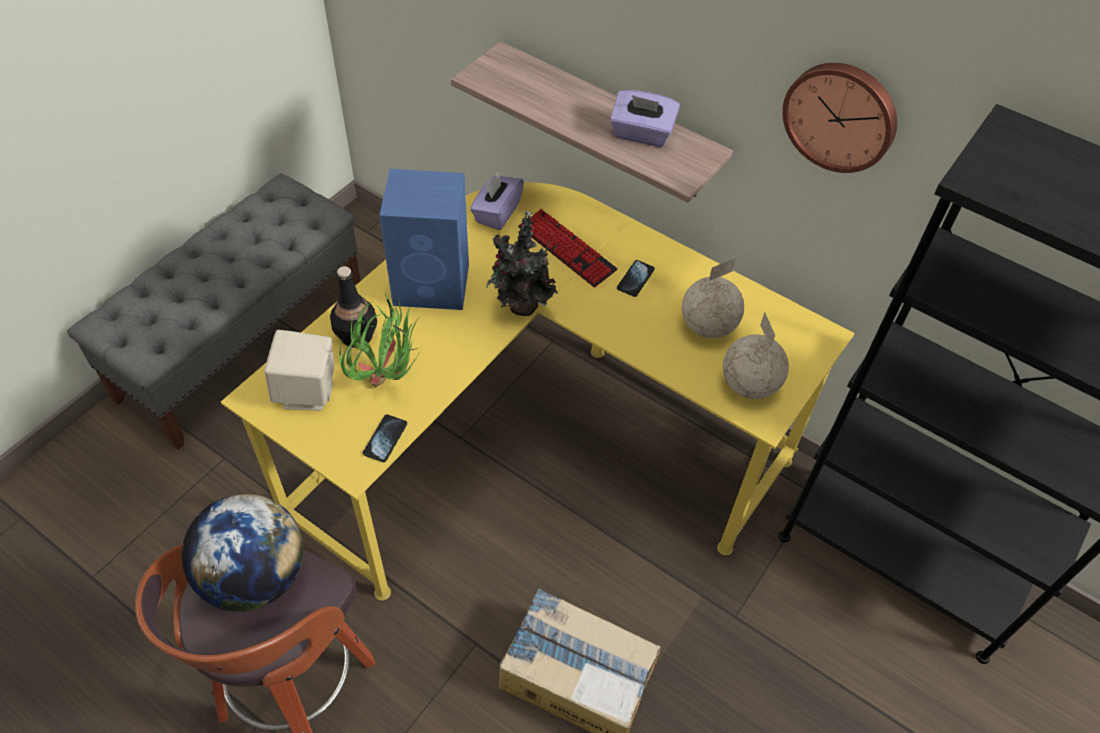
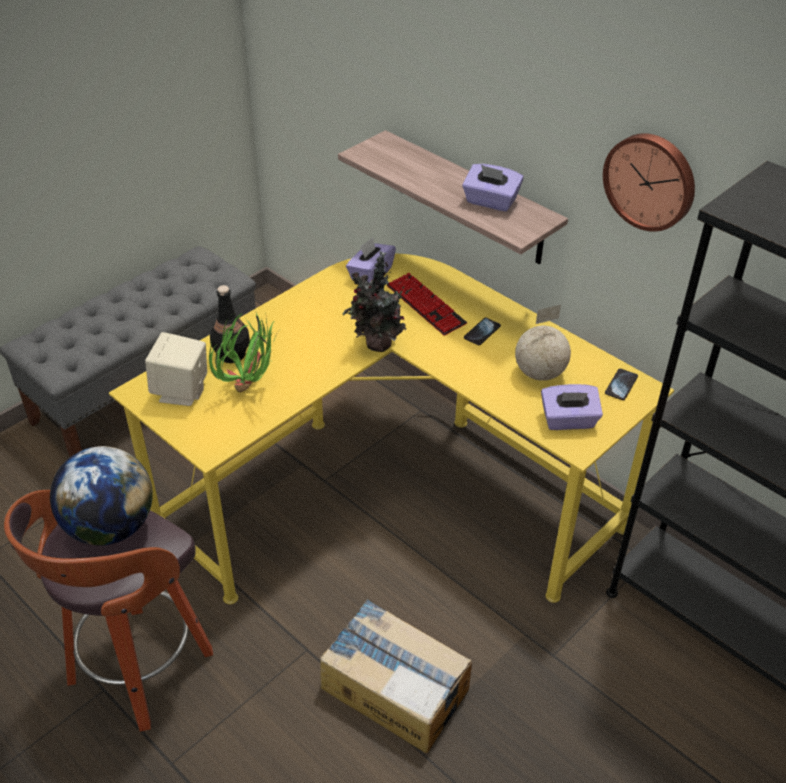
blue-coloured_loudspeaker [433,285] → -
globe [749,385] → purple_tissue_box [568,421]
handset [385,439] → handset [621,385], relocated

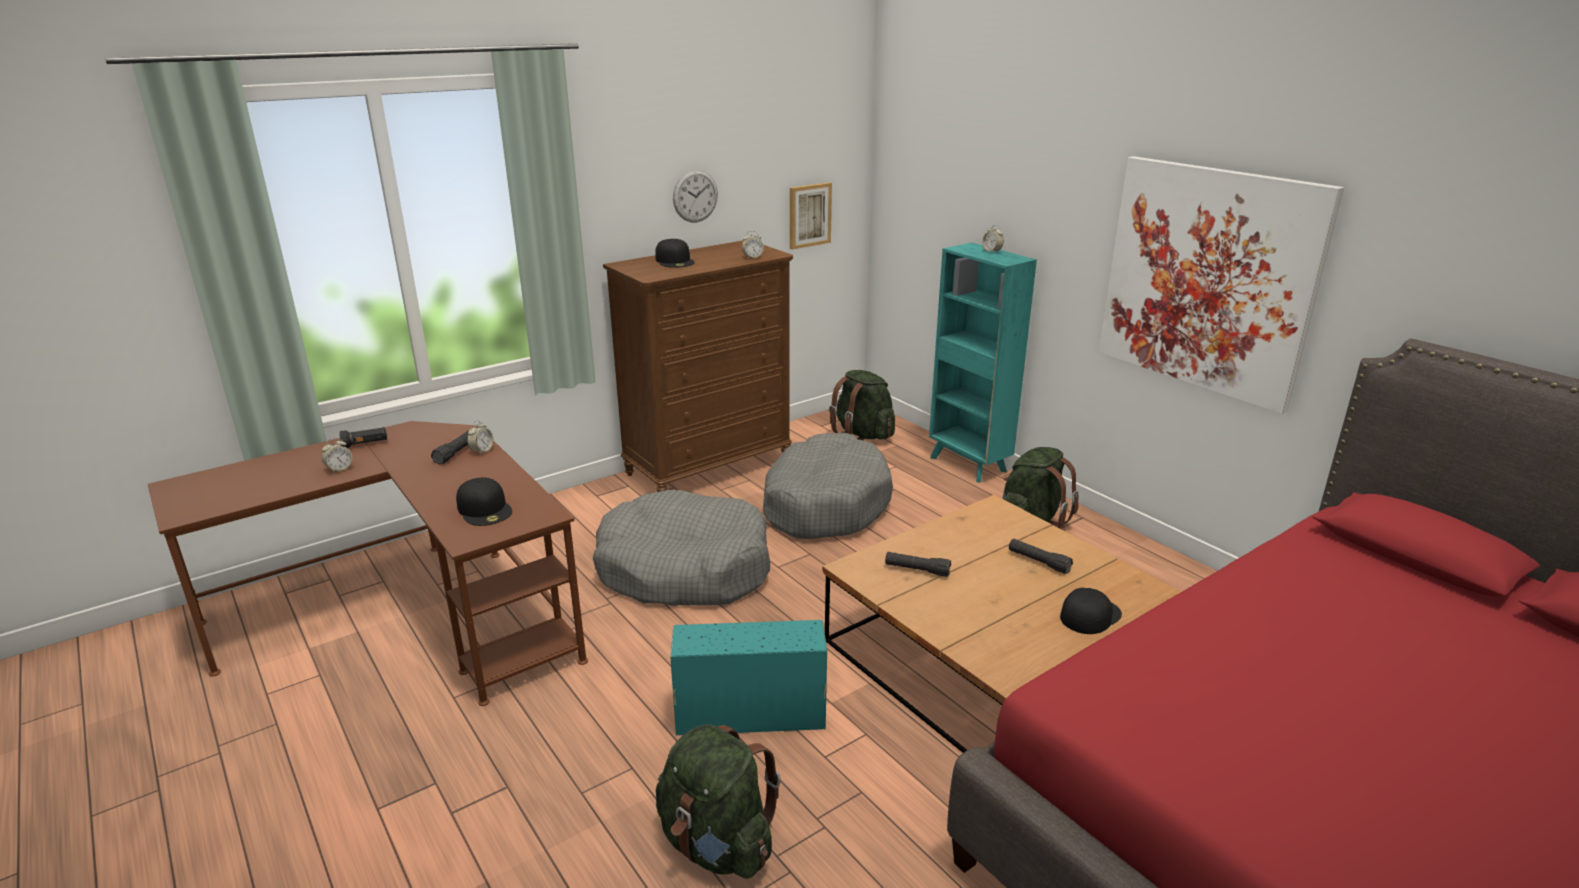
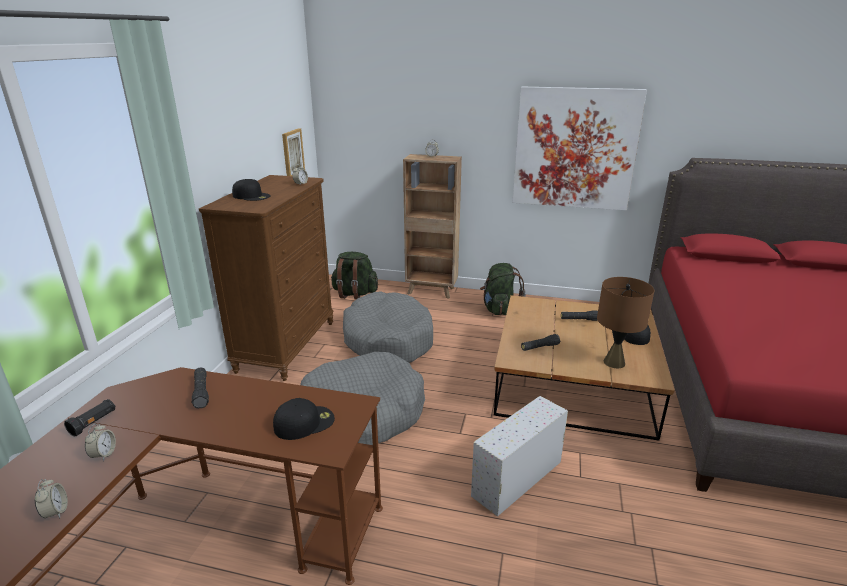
clock_on_the_wall [695,196] → -
blue-green_bookcase [969,465] → brown-coloured_bookcase [432,291]
table_clock [482,451] → table_clock [56,512], relocated
black-coloured_cap [485,509] → black-coloured_cap [304,422], 45 degrees counterclockwise
blue-green_storage_bin [748,715] → white-coloured_storage_bin [516,479]
green-coloured_knapsack [717,845] → -
- → brown-coloured_tabletop_lamp [614,362]

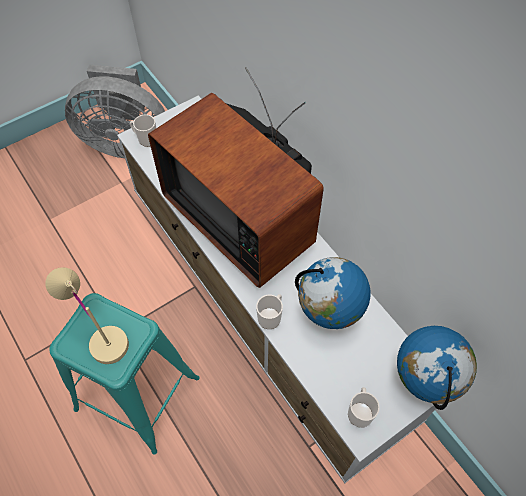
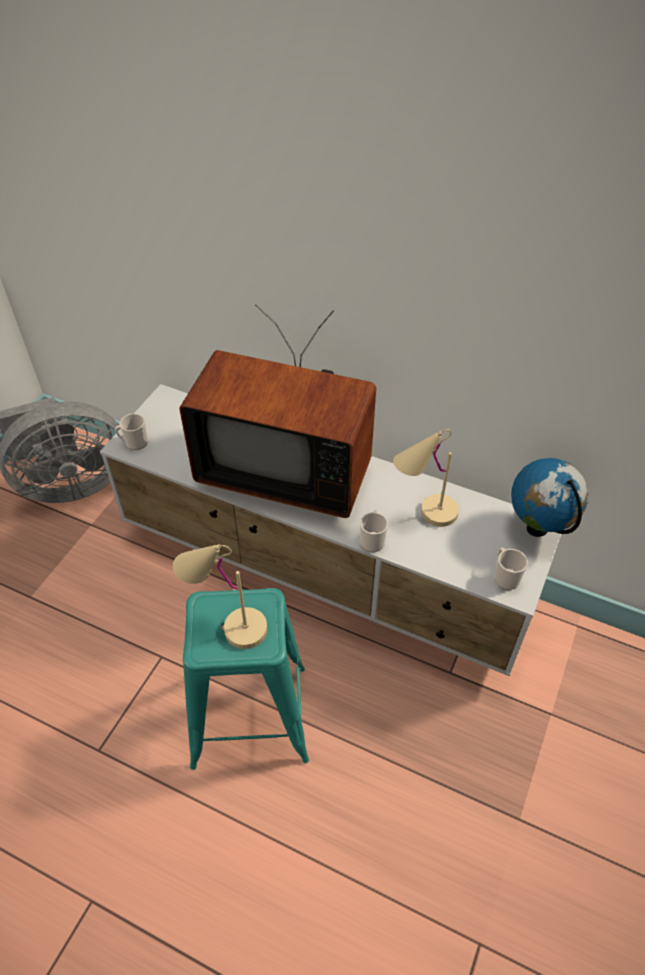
globe [328,315] → beige_tabletop_lamp [422,514]

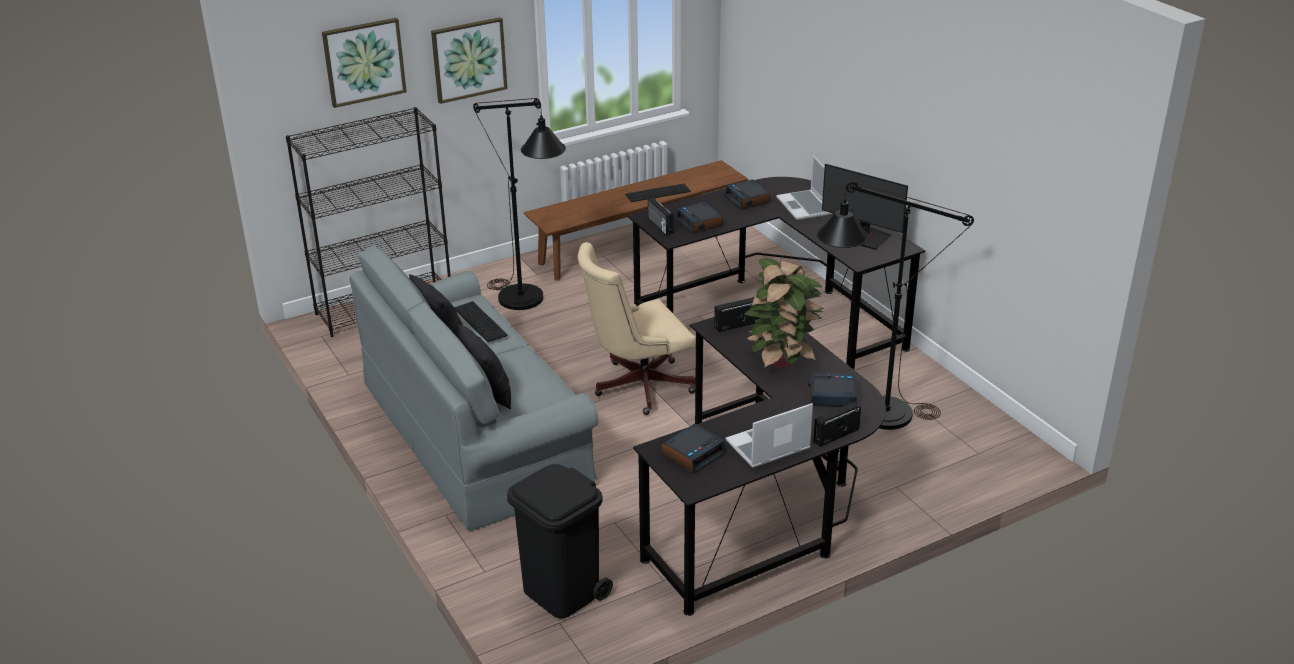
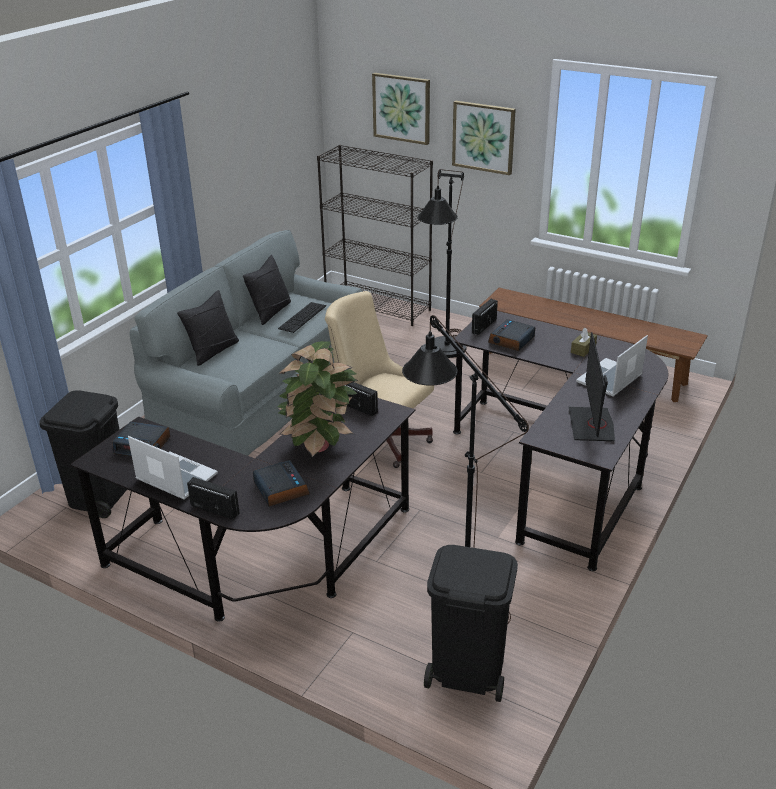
table_clock [747,199] → brown-coloured_tissue_box [583,349]
keyboard [658,193] → -
- → black-coloured_waste_bin [467,670]

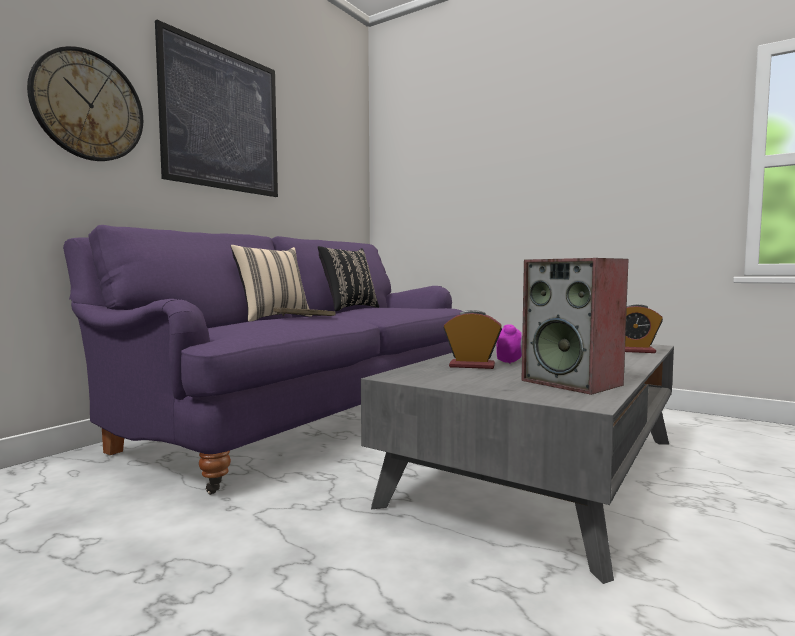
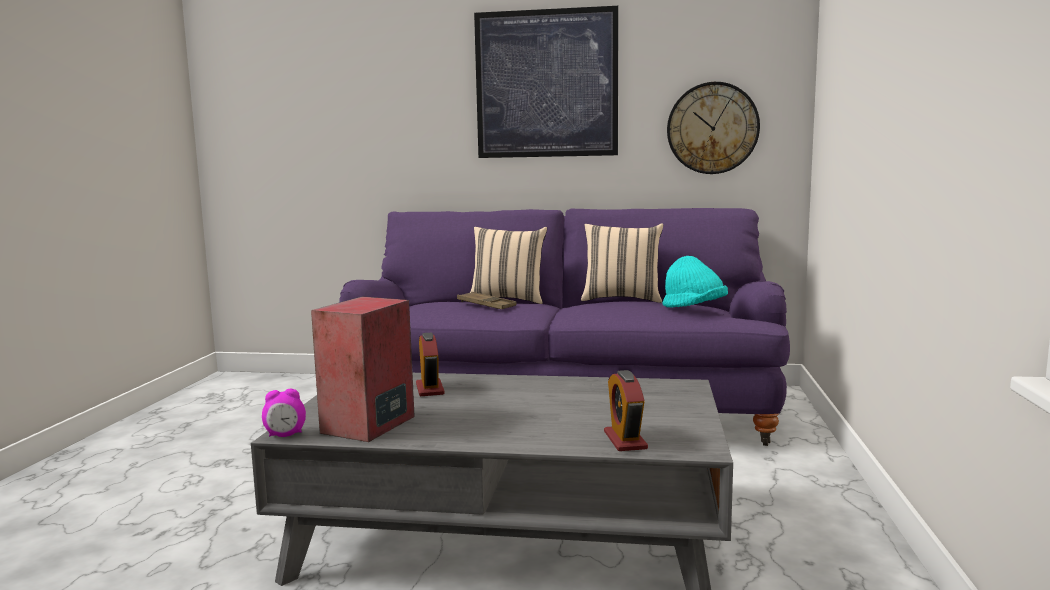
clock_on_the_wall [88,106] → clock_on_the_wall [712,128], relocated
black-coloured_pillow [349,308] → beige_pillow [622,299]
table_clock [509,362] → table_clock [285,435], relocated
- → blue-green_hat [694,309]

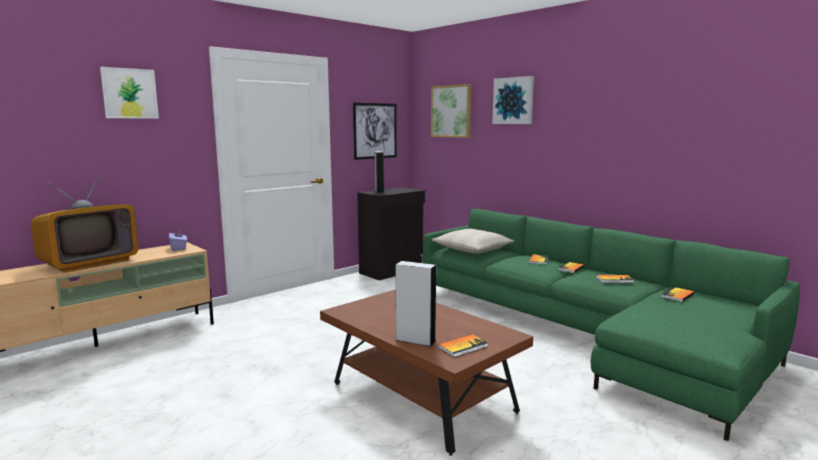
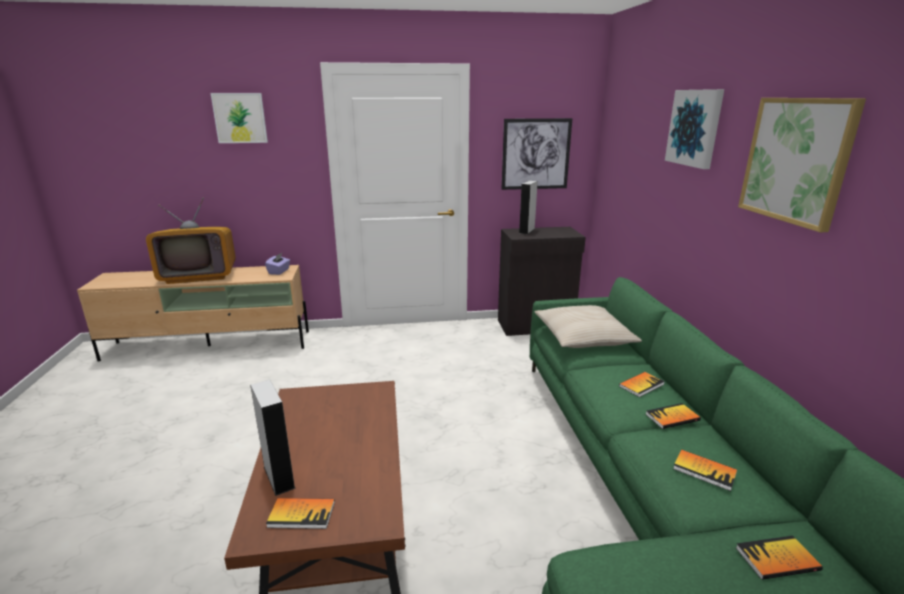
wall_picture [451,111] → wall_picture [796,160], relocated

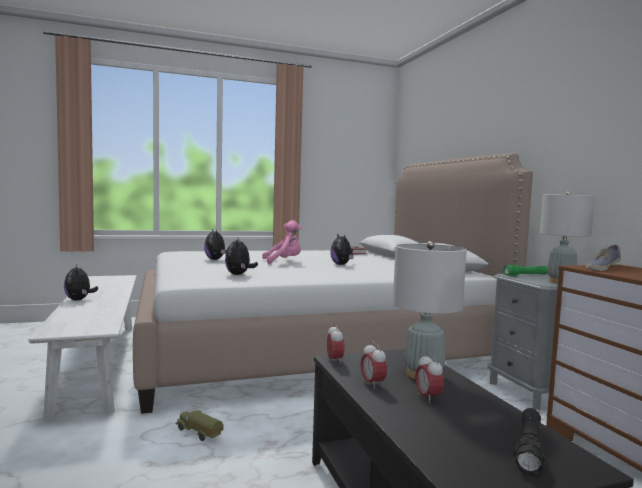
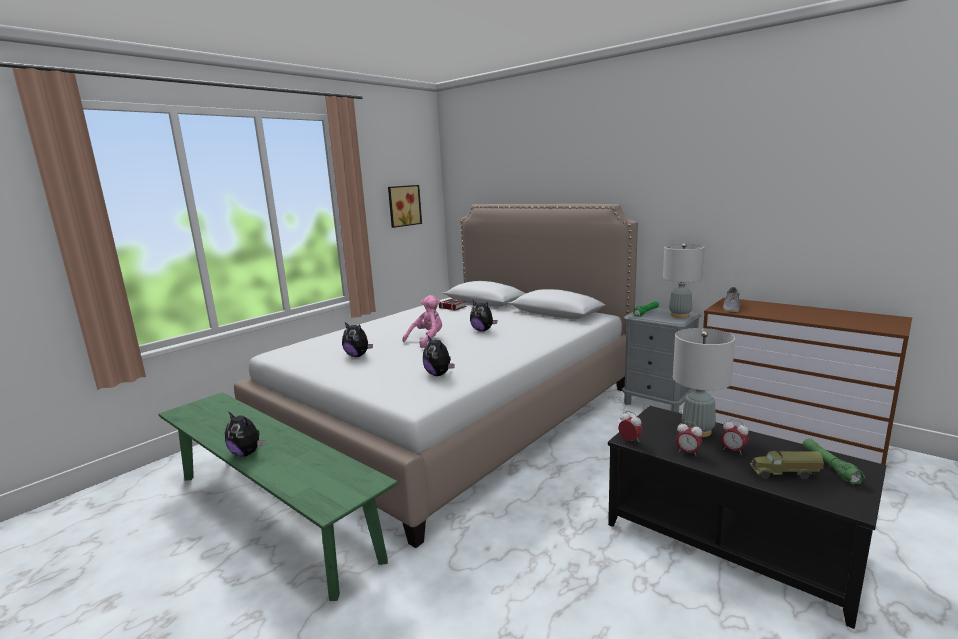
white-coloured_bench [99,363] → green-coloured_bench [273,514]
black-coloured_hand_torch [529,448] → green-coloured_hand_torch [829,466]
toy_truck [198,434] → toy_truck [785,474], relocated
- → wall_picture [403,205]

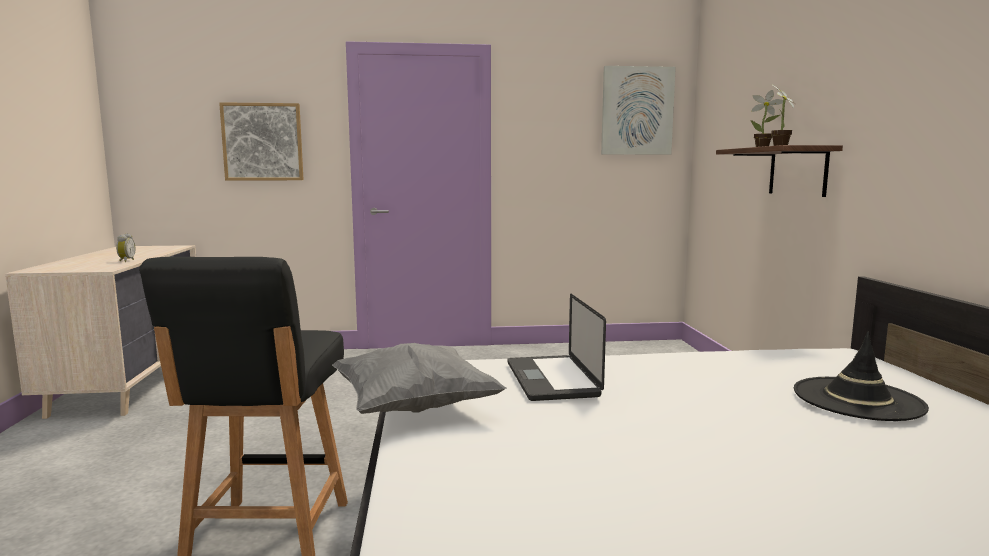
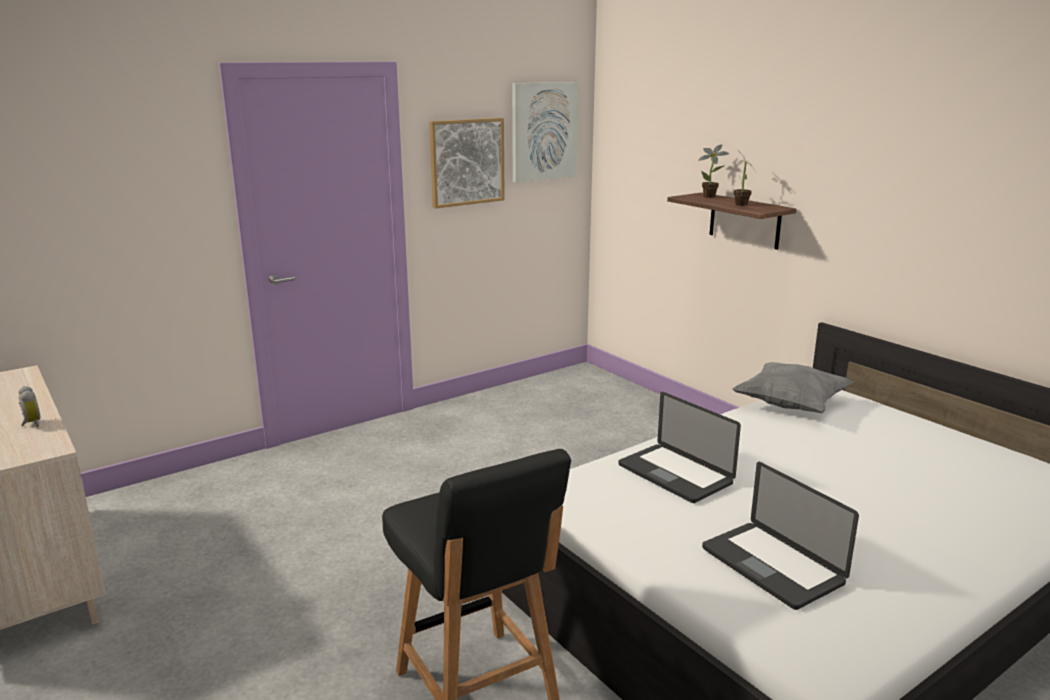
wall_picture [263,142] → wall_picture [466,162], relocated
black-coloured_hat [857,399] → -
greyish_pillow [414,407] → greyish_pillow [790,405], relocated
- → portable_computer [771,566]

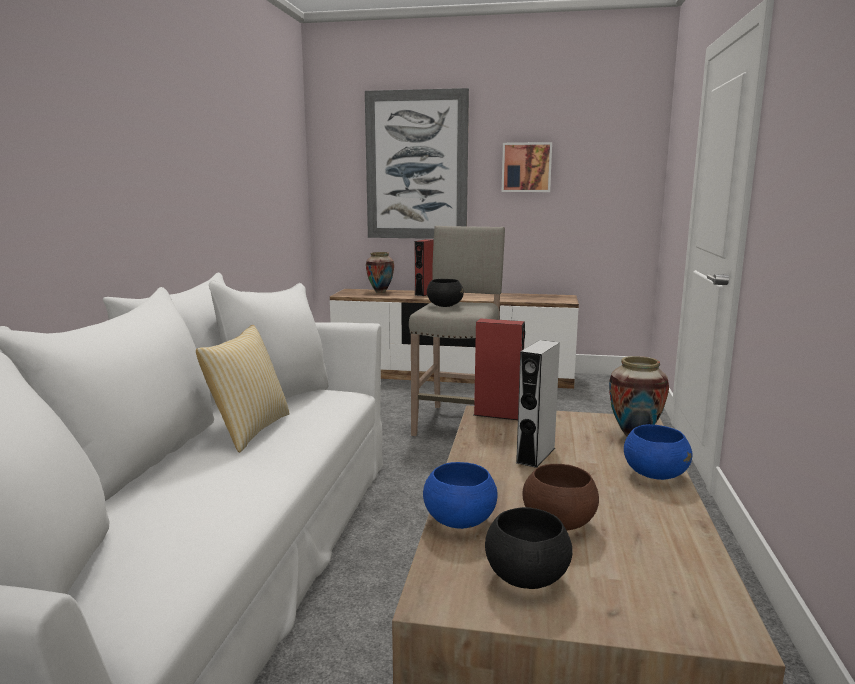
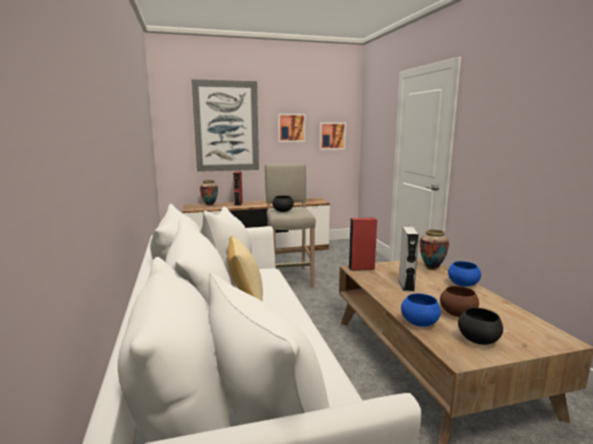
- → wall_picture [331,136]

